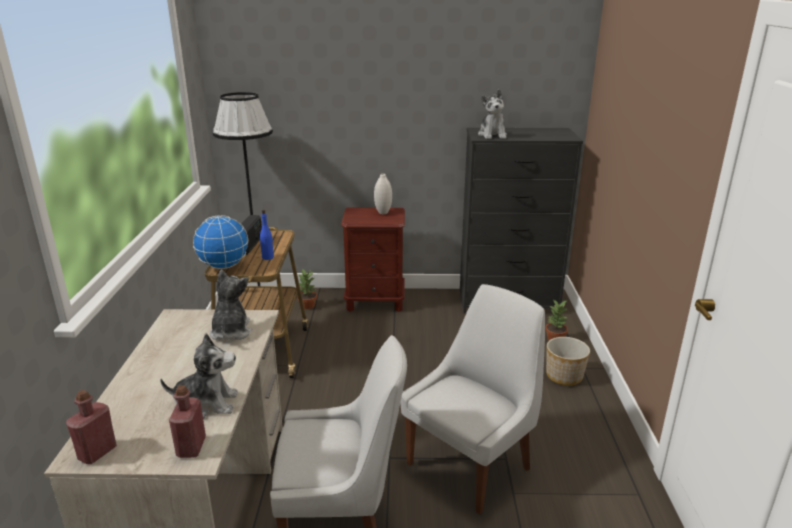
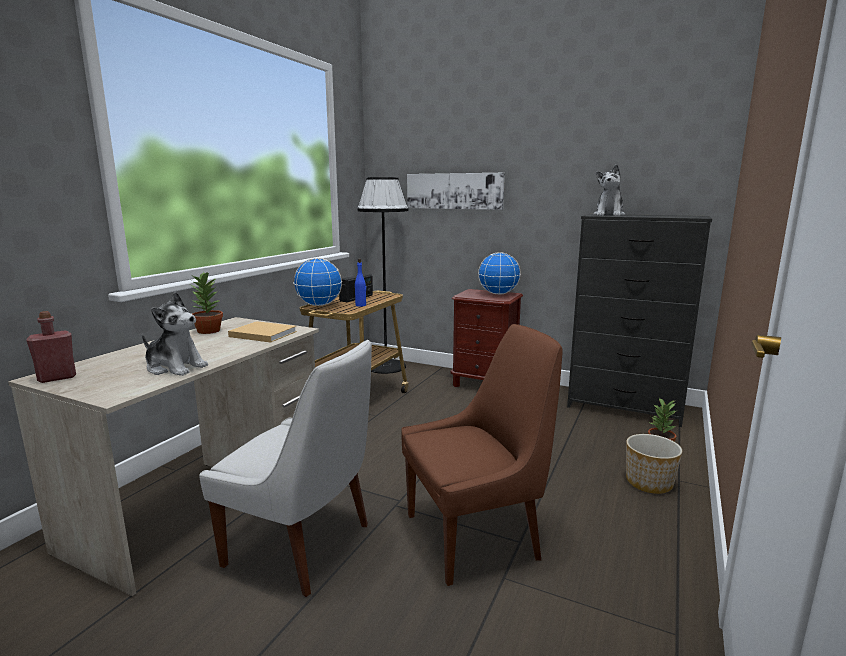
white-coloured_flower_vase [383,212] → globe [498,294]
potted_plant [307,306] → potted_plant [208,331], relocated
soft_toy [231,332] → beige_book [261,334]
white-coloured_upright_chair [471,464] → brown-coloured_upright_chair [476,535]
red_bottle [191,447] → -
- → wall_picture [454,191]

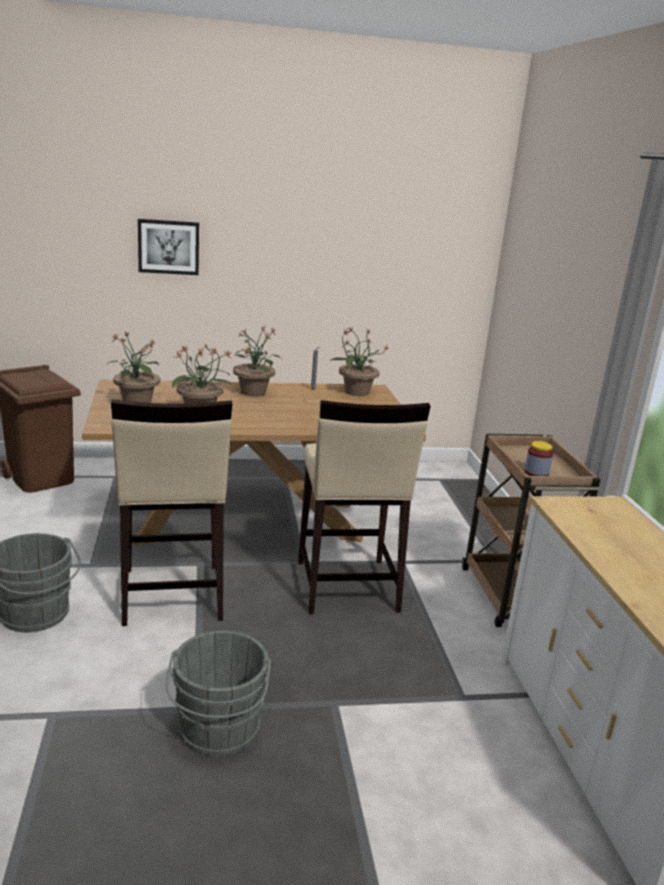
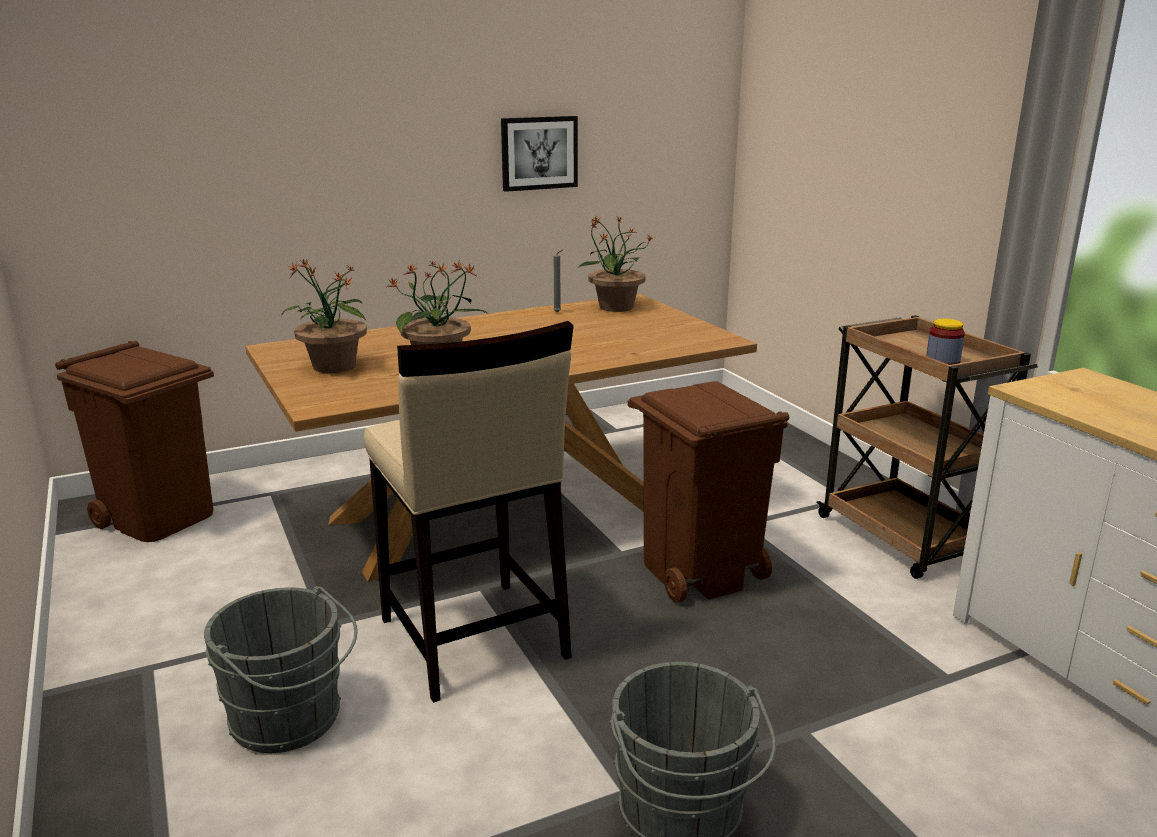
wall_picture [168,247] → wall_picture [539,153], relocated
potted_plant [253,392] → -
beige_sitting_stool [346,587] → brown-coloured_waste_bin [698,572]

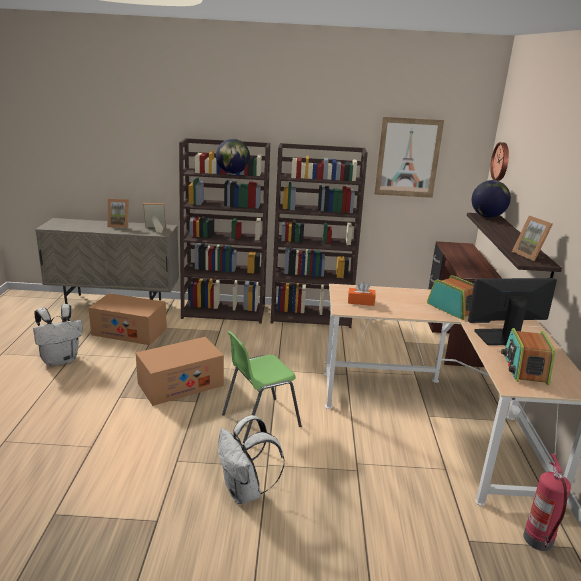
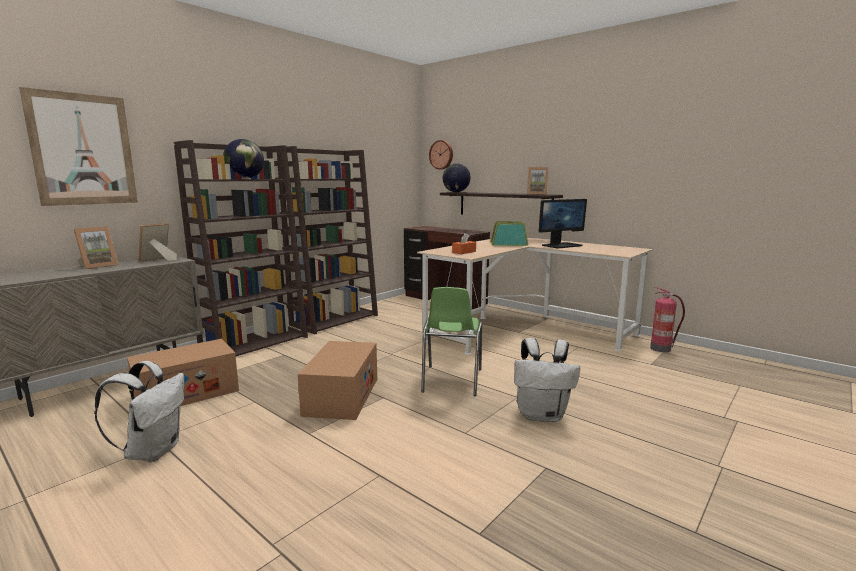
wall_picture [408,158] → wall_picture [83,150], relocated
computer_screen [503,337] → computer_screen [561,245], 150 degrees counterclockwise
radio_set [524,369] → -

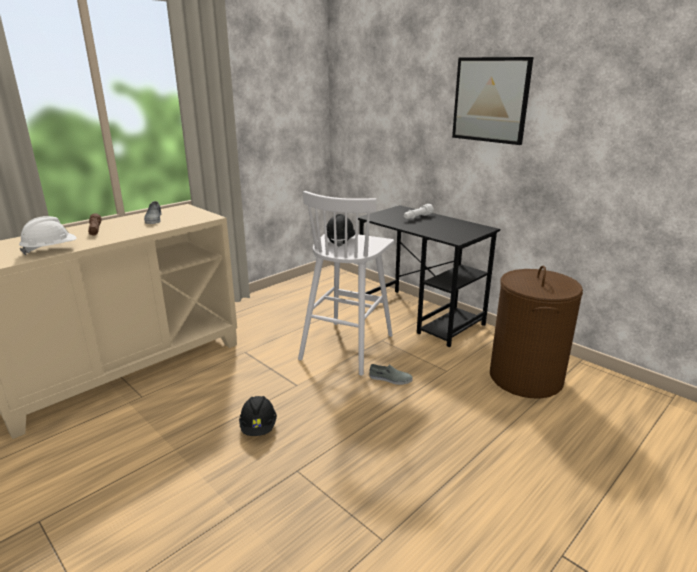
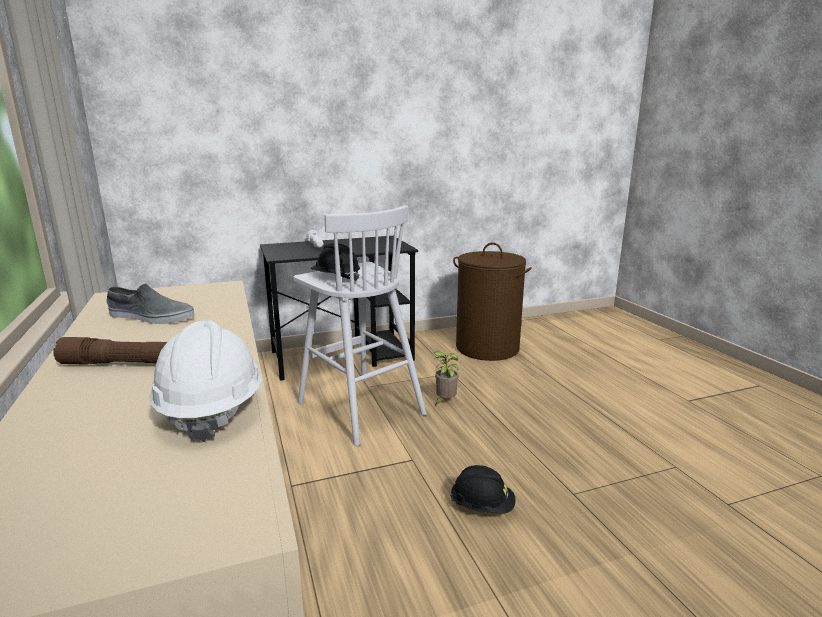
wall_picture [490,100] → -
greyish_item_of_footwear [390,379] → potted_plant [444,401]

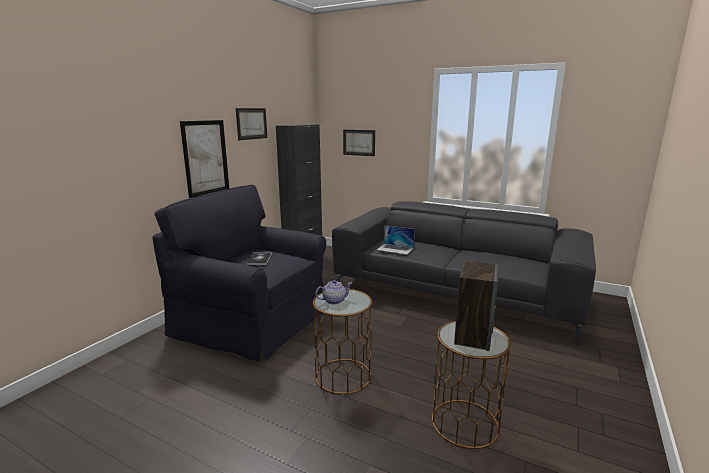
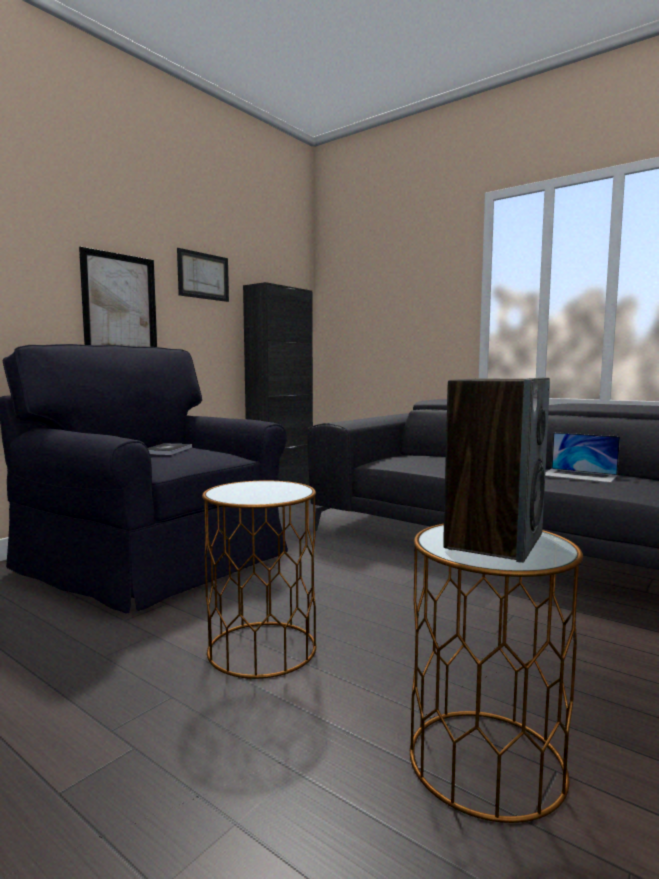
wall_picture [359,142] → -
portable_computer [395,249] → portable_computer [579,475], relocated
pot_for_tea [334,301] → -

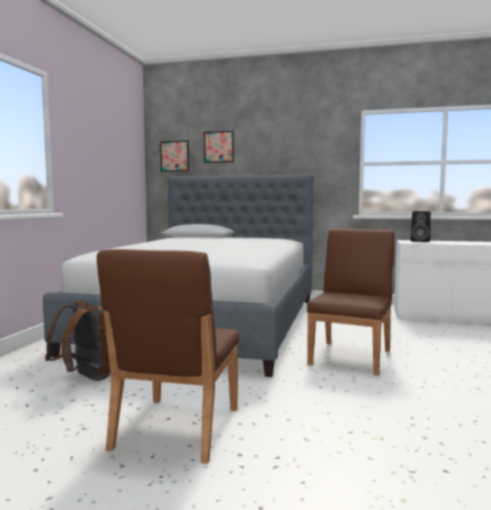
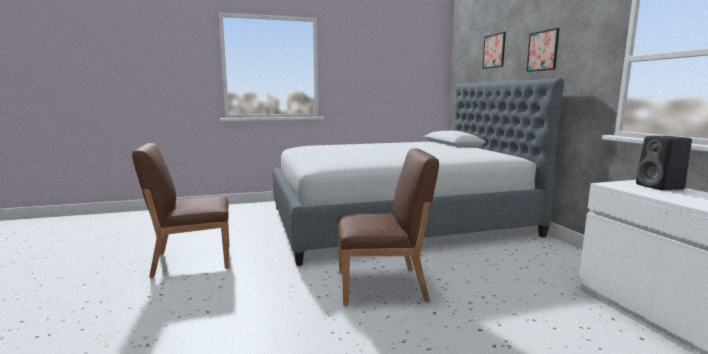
wall_picture [174,156] → wall_picture [542,51], relocated
brown-coloured_knapsack [85,378] → -

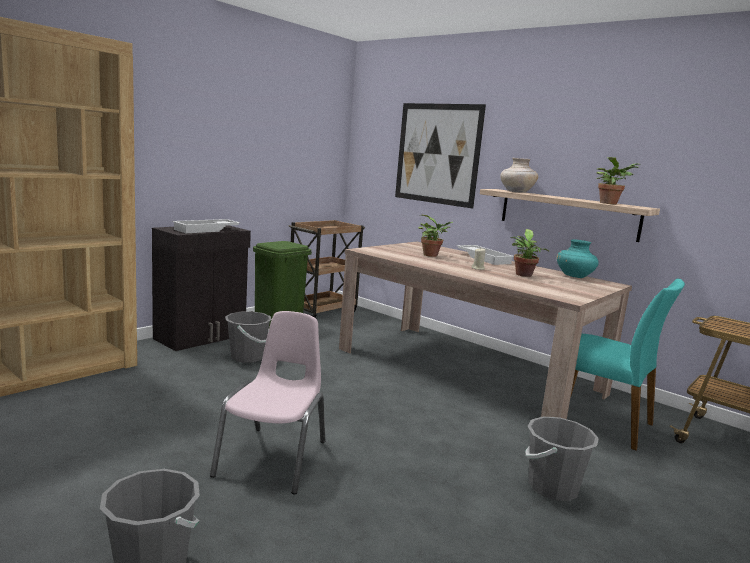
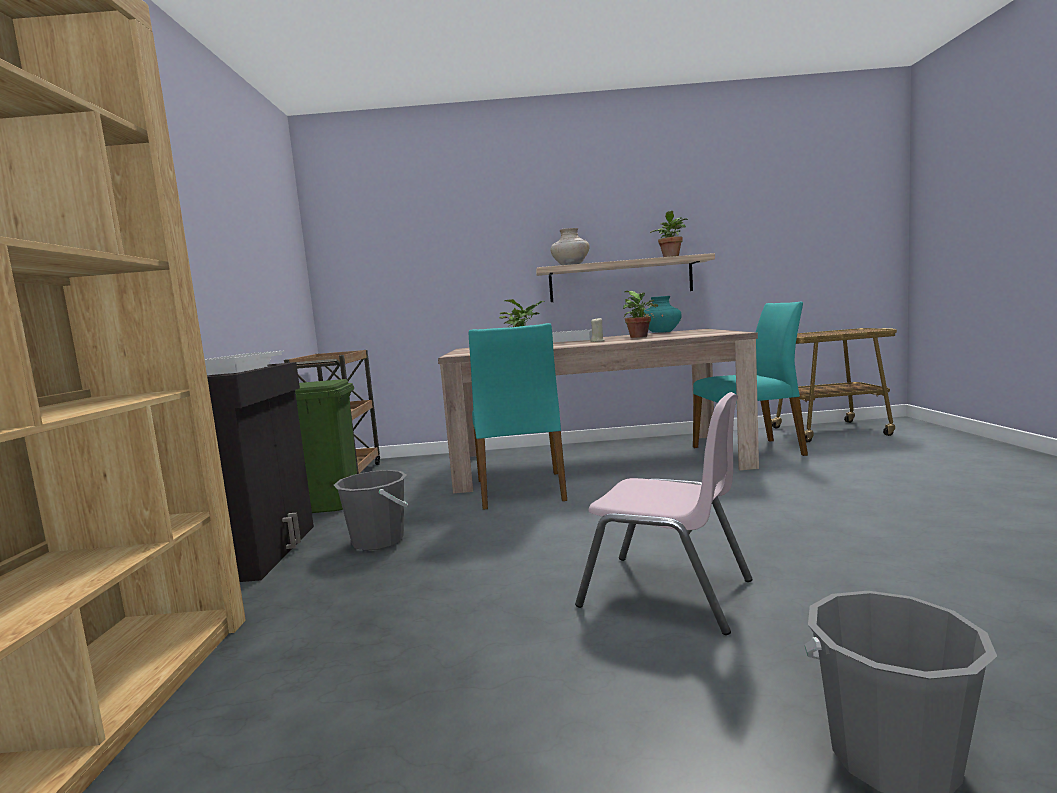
wall_picture [437,154] → -
pinkish_upright_chair [274,458] → pinkish_upright_chair [667,593], 150 degrees clockwise
greyish_bucket [552,487] → -
- → blue-green_upright_chair [521,490]

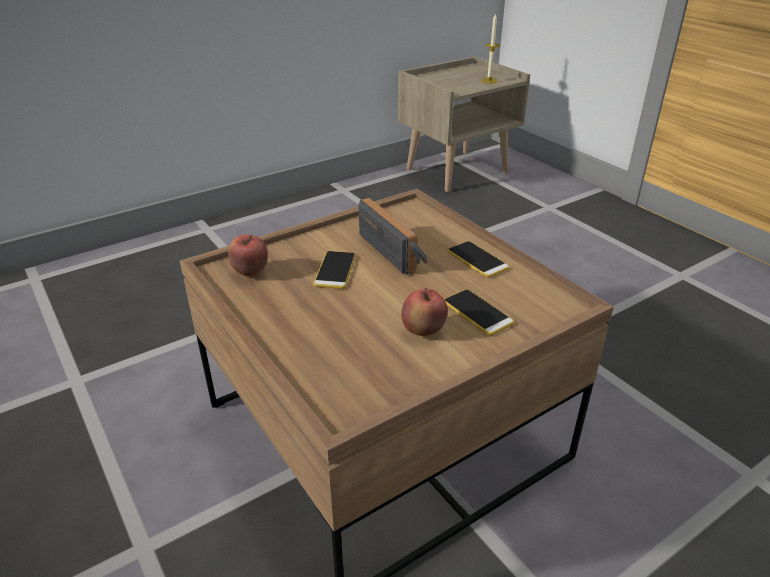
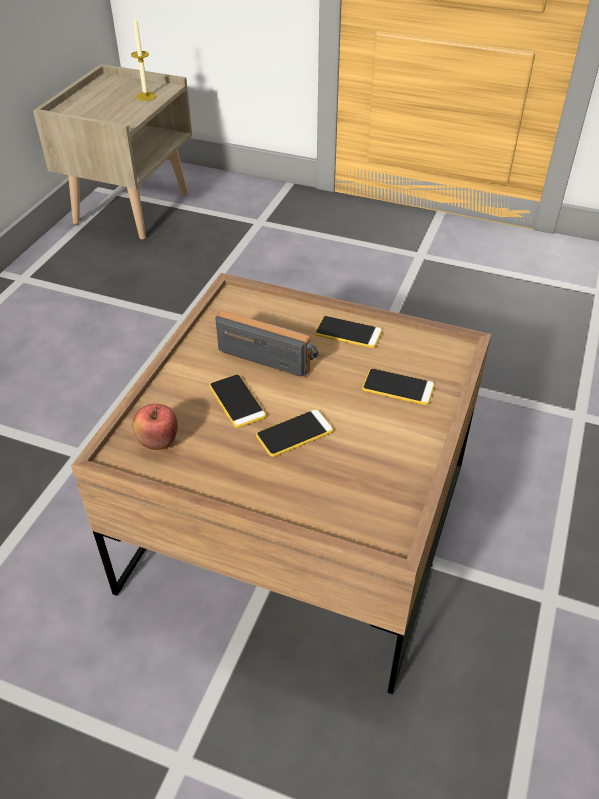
apple_fruit [423,331] → -
- → handset [294,433]

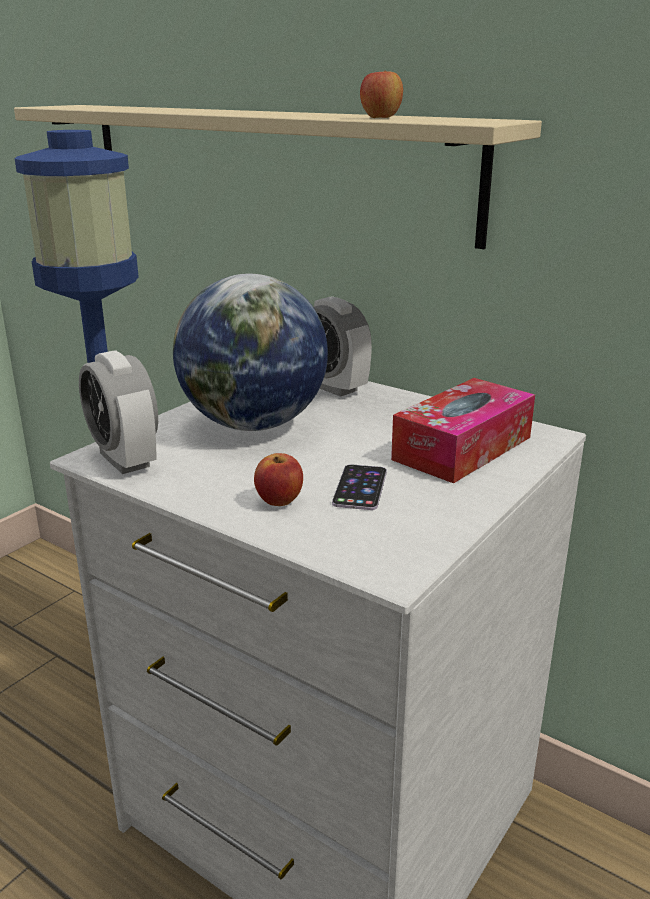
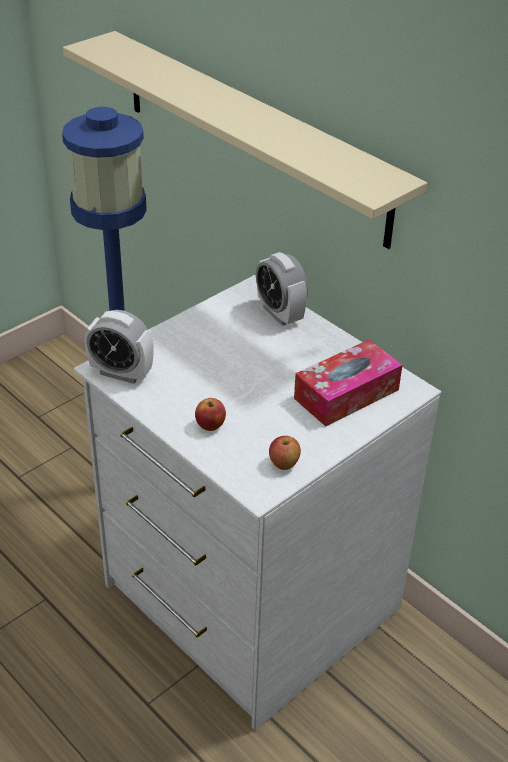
apple_fruit [380,118] → apple_fruit [283,464], relocated
globe [253,424] → -
table_clock [124,459] → table_clock [121,373], 45 degrees counterclockwise
handset [360,487] → -

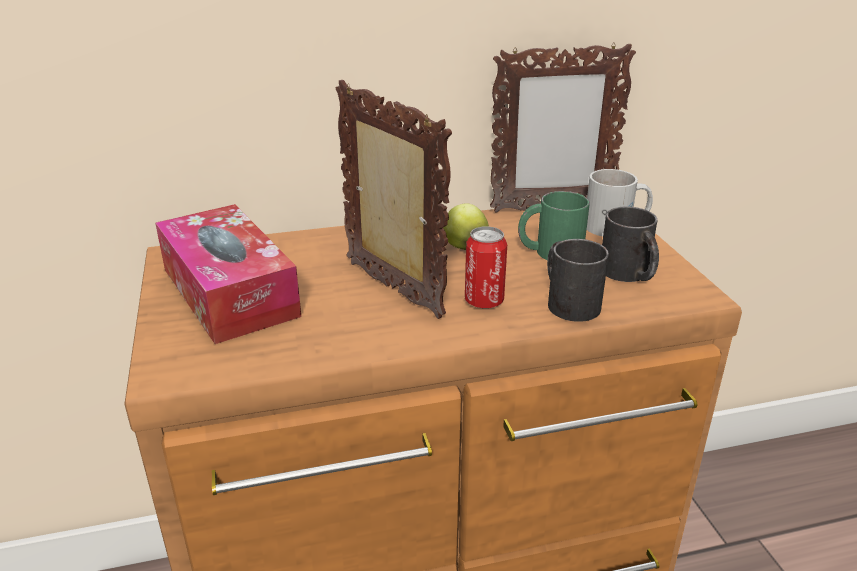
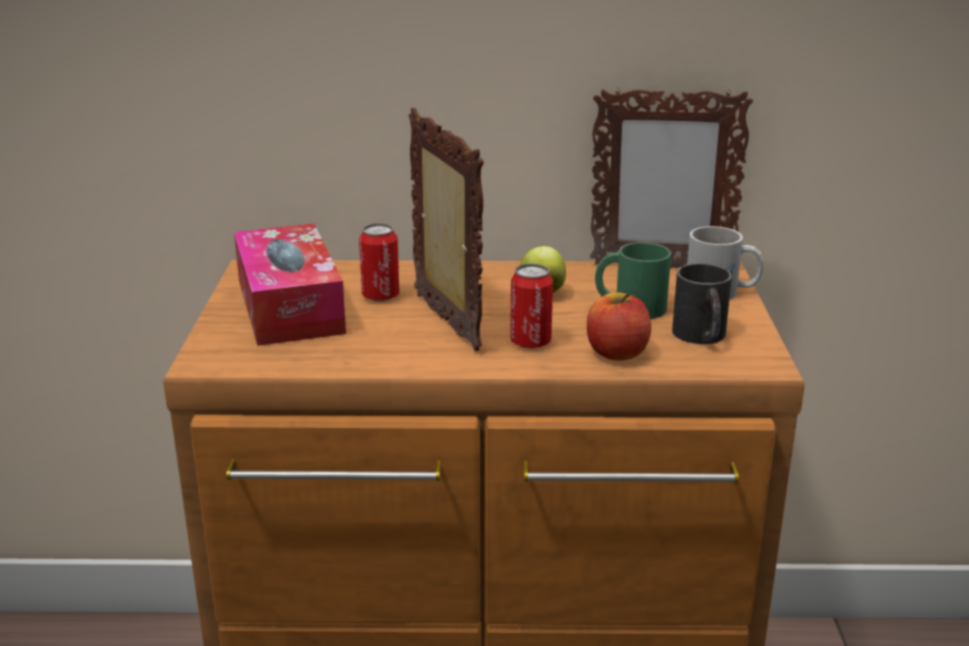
black-coloured_coffee_mug [567,301] → apple_fruit [617,352]
- → can [380,296]

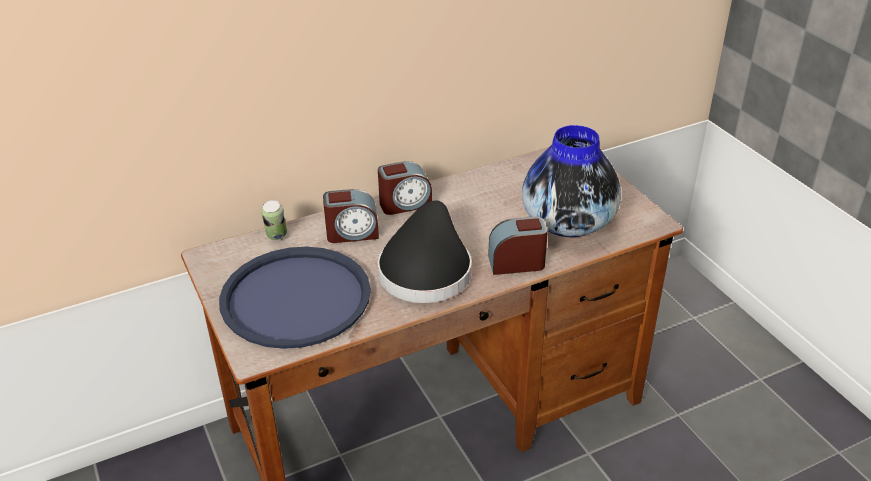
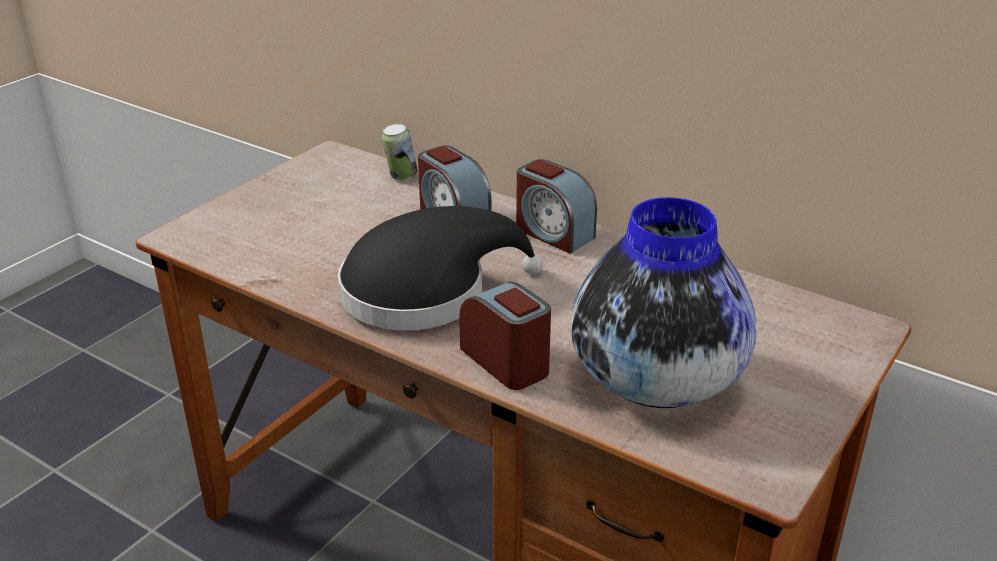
blue-coloured_carrying_tray [296,298] → -

